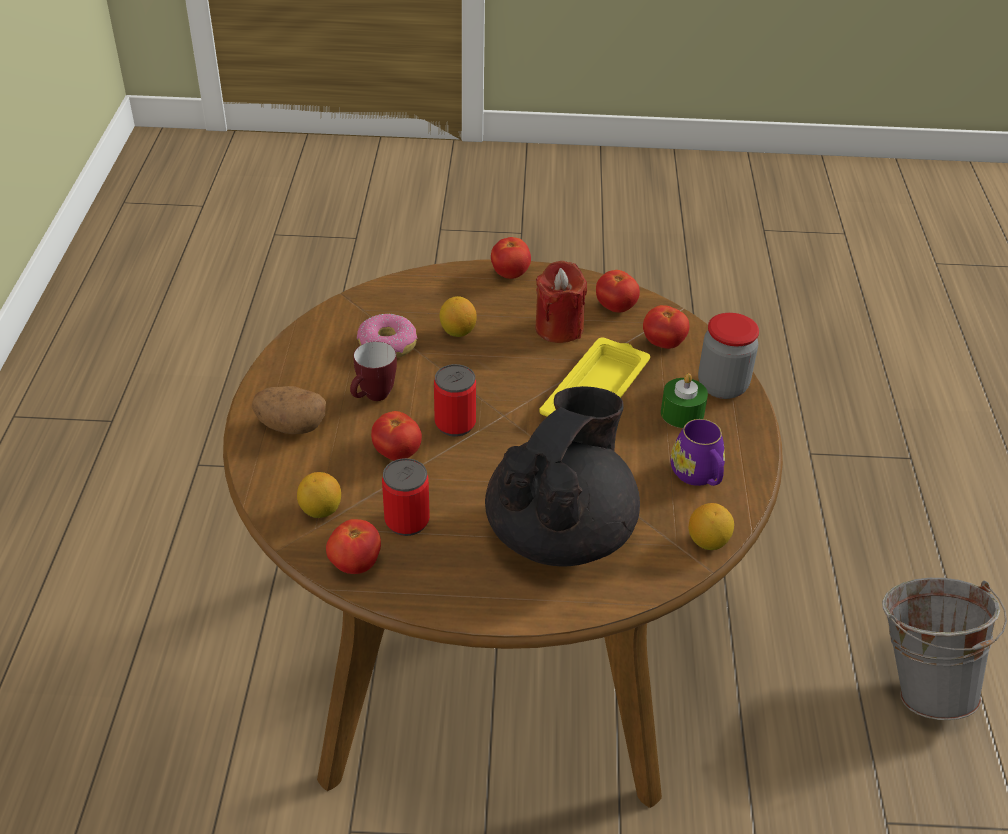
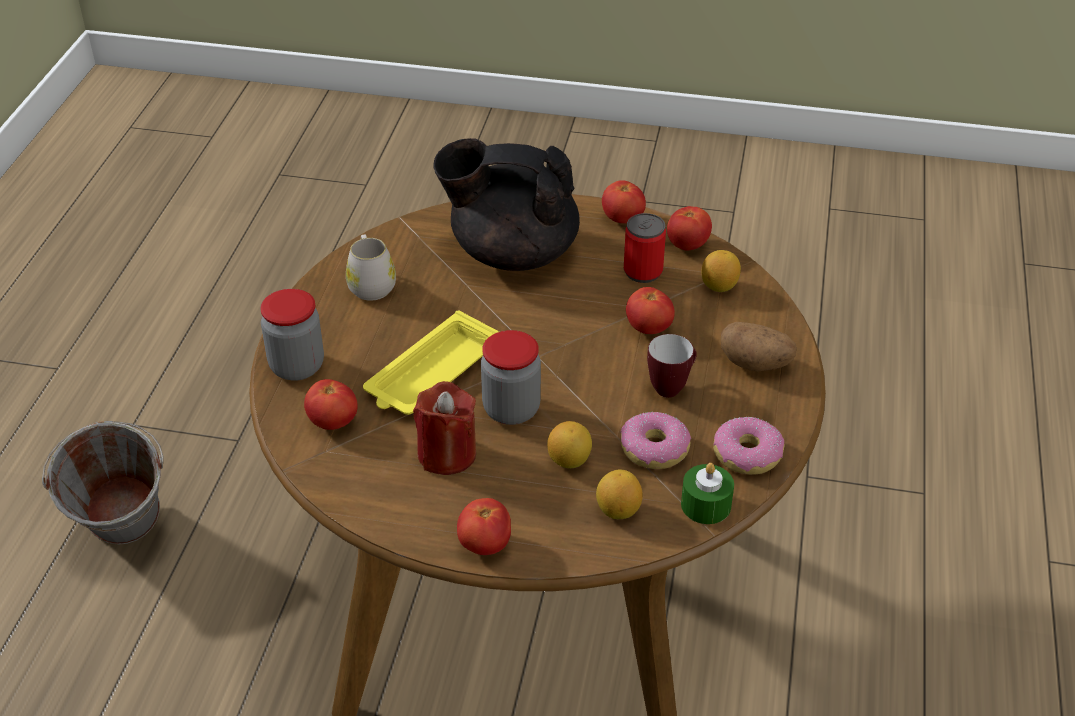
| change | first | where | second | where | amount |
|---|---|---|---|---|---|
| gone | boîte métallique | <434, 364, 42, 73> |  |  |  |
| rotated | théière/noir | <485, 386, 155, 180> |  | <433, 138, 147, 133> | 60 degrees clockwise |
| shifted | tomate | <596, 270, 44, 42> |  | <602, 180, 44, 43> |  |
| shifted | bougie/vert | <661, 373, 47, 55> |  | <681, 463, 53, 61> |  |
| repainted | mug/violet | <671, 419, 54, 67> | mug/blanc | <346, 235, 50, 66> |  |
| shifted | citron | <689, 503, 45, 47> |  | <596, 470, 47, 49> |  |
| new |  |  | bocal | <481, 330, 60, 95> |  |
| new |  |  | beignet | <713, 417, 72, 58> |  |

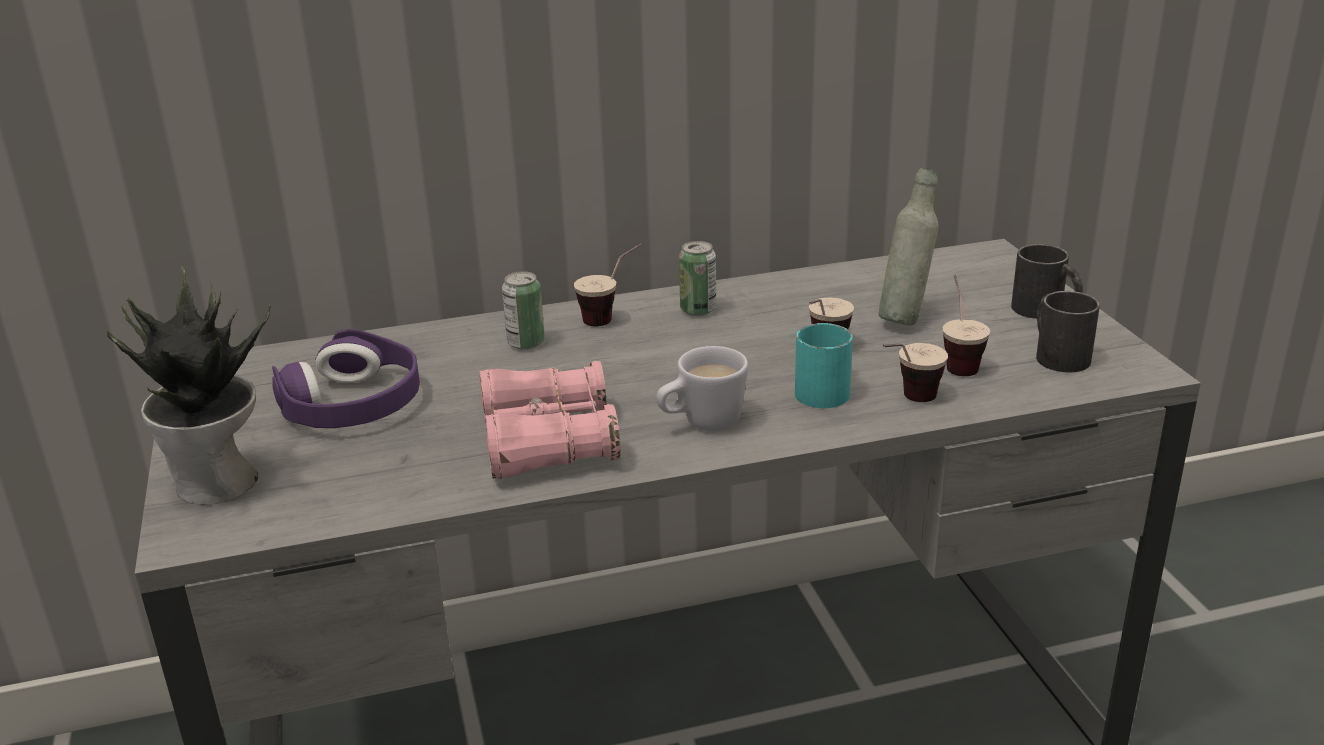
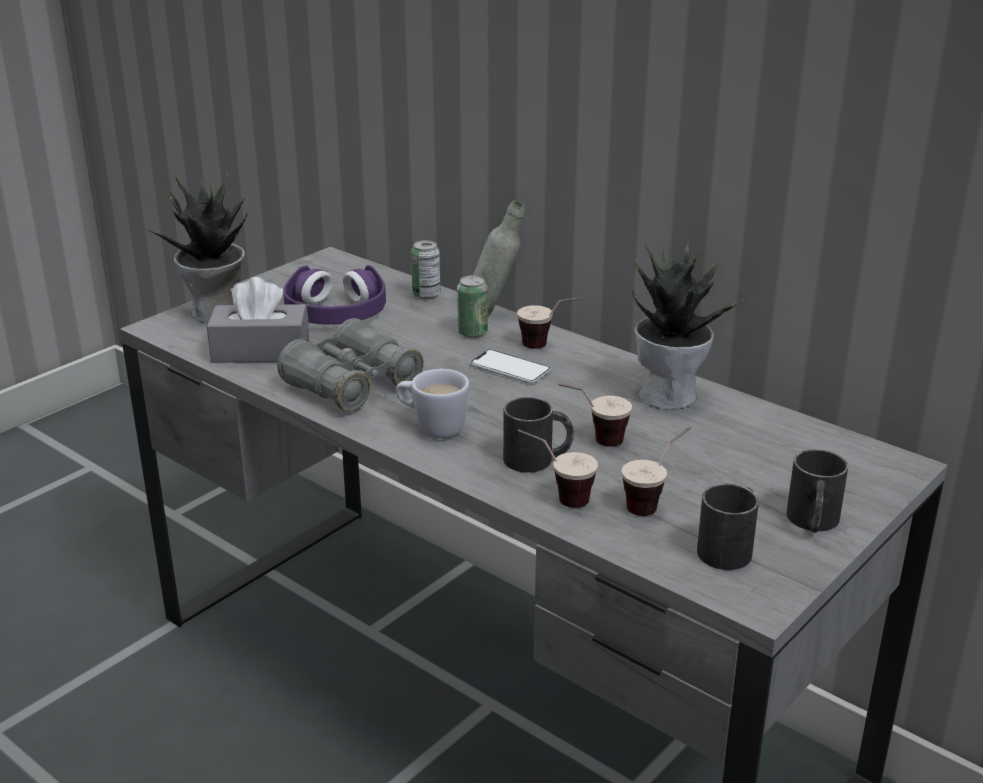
| change | first | where | second | where | amount |
|---|---|---|---|---|---|
| repainted | jumelles/rose | <480, 361, 141, 118> | jumelles/gris | <277, 318, 147, 93> |  |
| shifted | boîte métallique | <679, 241, 37, 75> |  | <411, 240, 30, 59> |  |
| repainted | mug/turquoise | <795, 323, 58, 85> | mug/noir | <503, 397, 71, 76> |  |
| shifted | bouteille/gris | <878, 168, 61, 158> |  | <473, 200, 52, 115> |  |
| new |  |  | boîte à mouchoirs/gris | <207, 277, 102, 86> |  |
| new |  |  | téléphone | <470, 349, 81, 35> |  |
| new |  |  | plante en pot | <632, 237, 117, 173> |  |

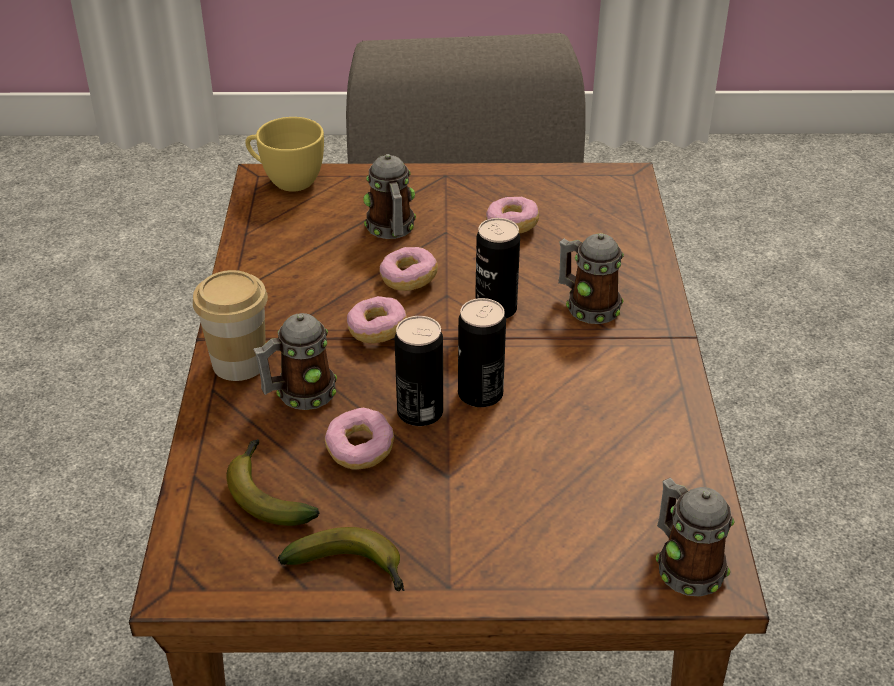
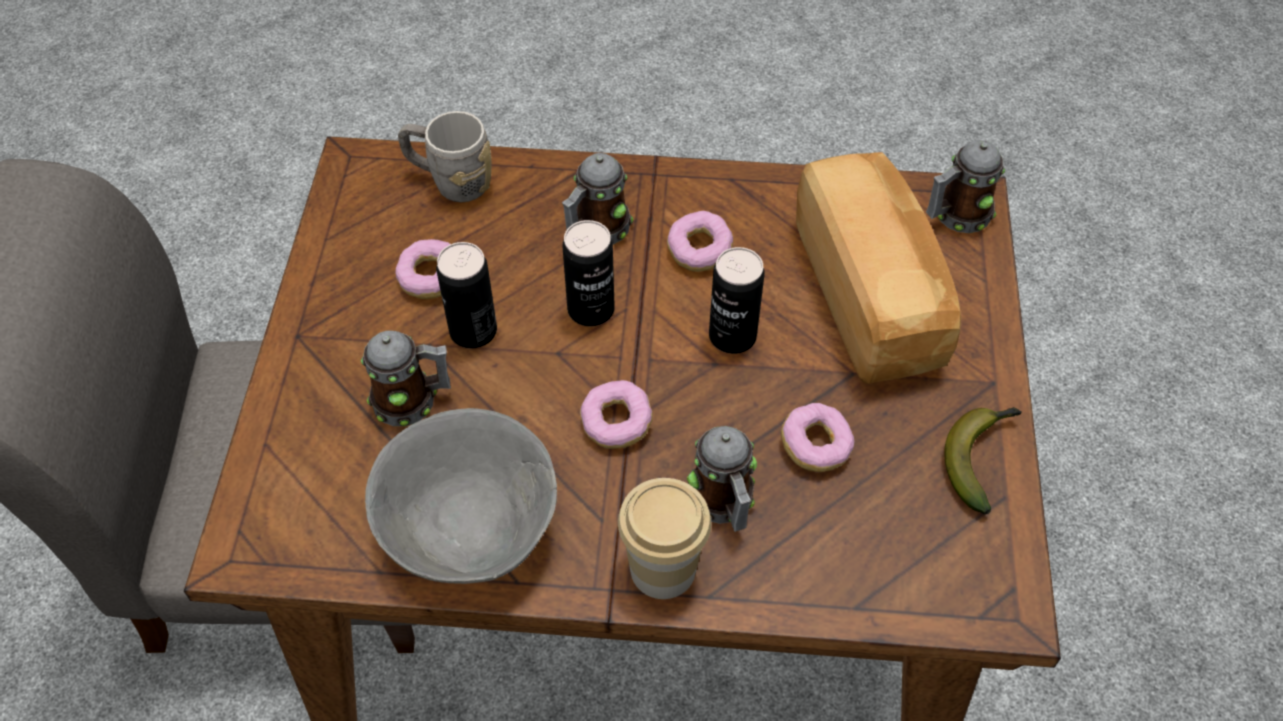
| change | first | where | second | where | amount |
|---|---|---|---|---|---|
| gone | banane | <226, 439, 94, 87> |  |  |  |
| gone | tasse/jaune | <245, 117, 79, 75> |  |  |  |
| shifted | beignet | <380, 247, 58, 44> |  | <667, 211, 66, 61> |  |
| shifted | boîte métallique | <395, 316, 48, 110> |  | <436, 242, 61, 107> |  |
| new |  |  | bol/gris | <365, 408, 192, 176> |  |
| new |  |  | mug/gris | <398, 111, 93, 91> |  |
| new |  |  | pain | <796, 152, 165, 232> |  |

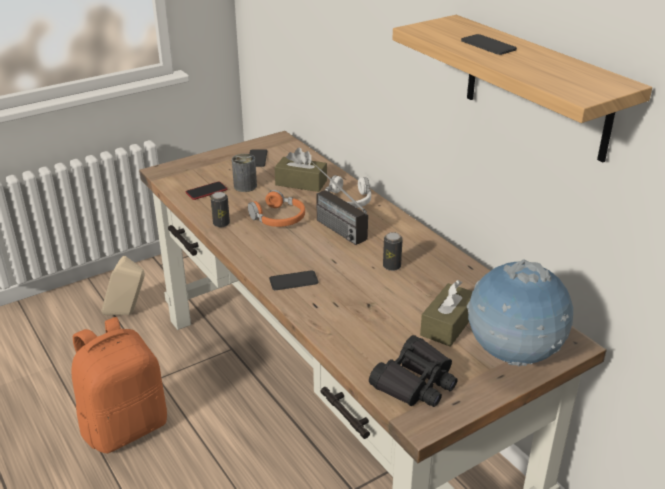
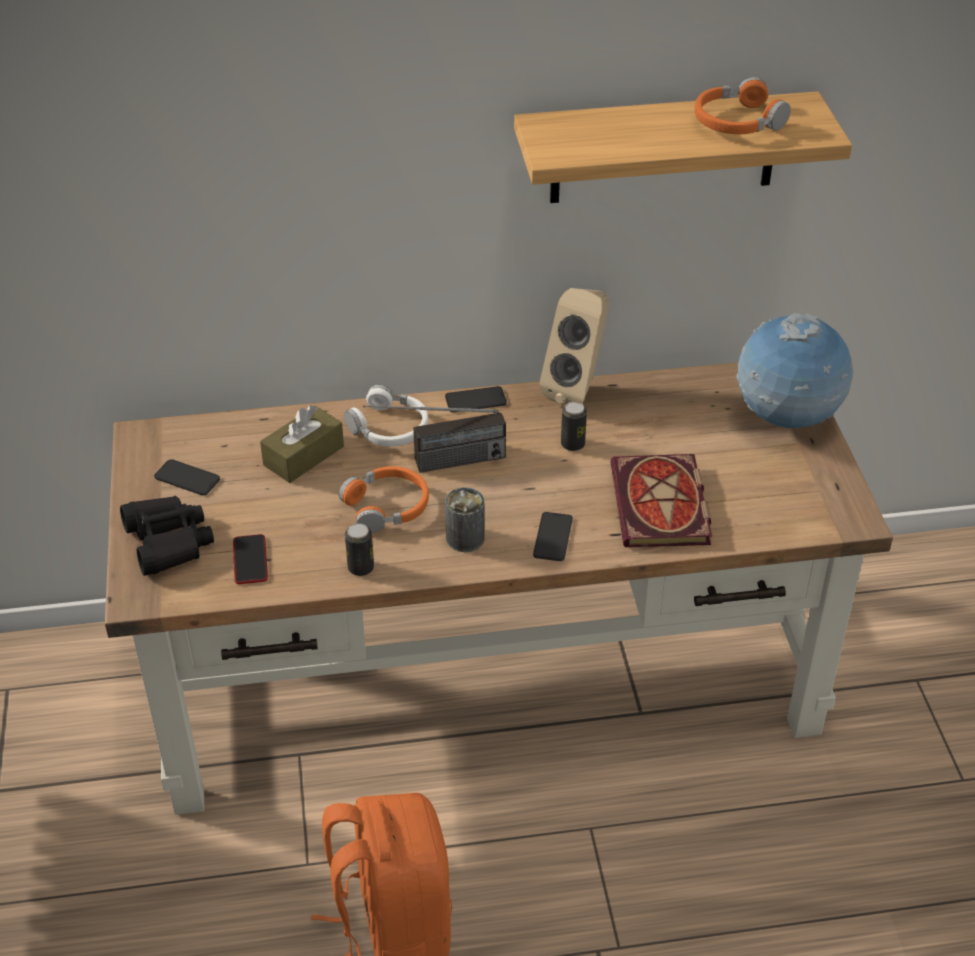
| change | first | where | second | where | amount |
|---|---|---|---|---|---|
| shifted | enceinte/beige | <101, 256, 44, 59> |  | <539, 288, 71, 117> |  |
| shifted | boîte métallique | <232, 154, 25, 38> |  | <445, 487, 40, 65> |  |
| shifted | jumelles/noir | <369, 335, 89, 72> |  | <120, 496, 94, 80> |  |
| gone | boîte à mouchoirs/marron | <420, 280, 53, 66> |  |  |  |
| shifted | téléphone | <461, 34, 56, 21> |  | <445, 386, 62, 26> |  |
| new |  |  | livre | <611, 454, 101, 93> |  |
| new |  |  | casque audio/orange | <695, 77, 96, 57> |  |

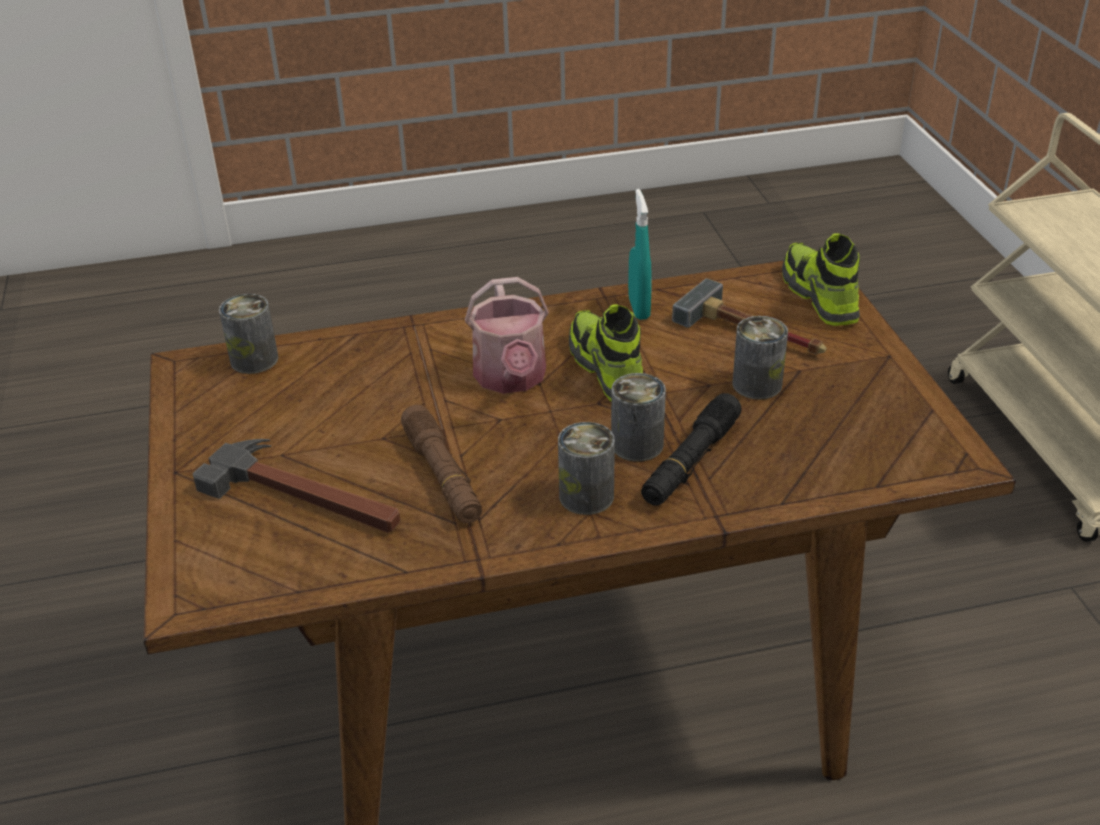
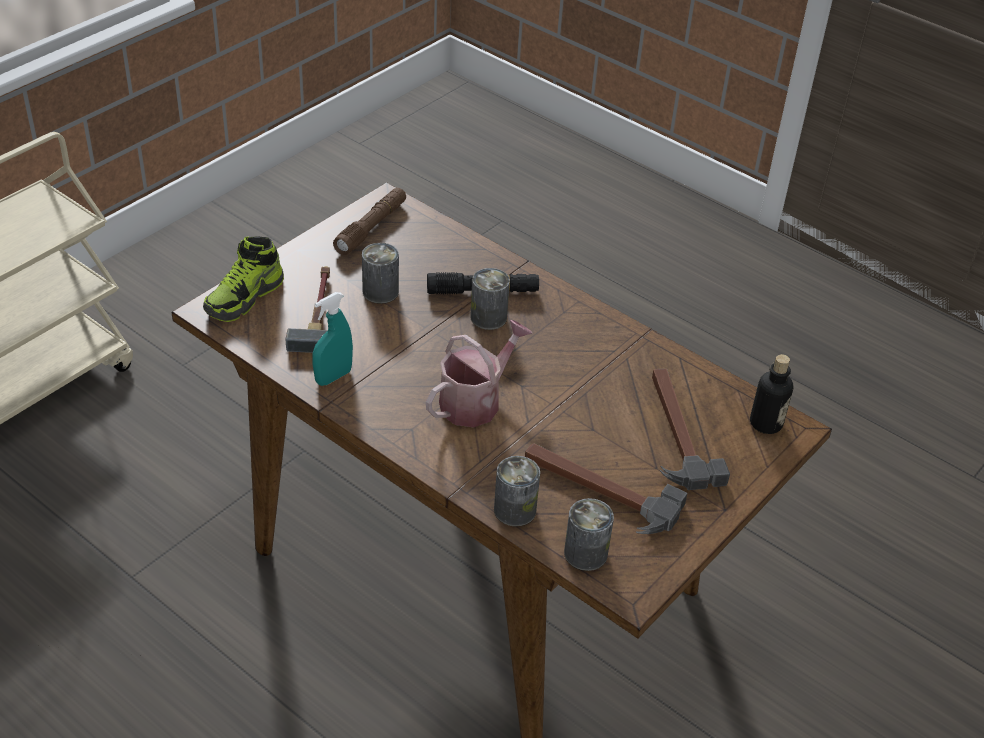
| change | first | where | second | where | amount |
|---|---|---|---|---|---|
| shifted | lampe de poche/marron | <401, 405, 81, 119> |  | <333, 188, 73, 67> |  |
| shifted | boîte métallique | <558, 422, 57, 93> |  | <494, 456, 46, 71> |  |
| gone | chaussure | <569, 304, 74, 97> |  |  |  |
| new |  |  | marteau | <525, 443, 162, 91> |  |
| new |  |  | bouteille | <750, 354, 43, 80> |  |

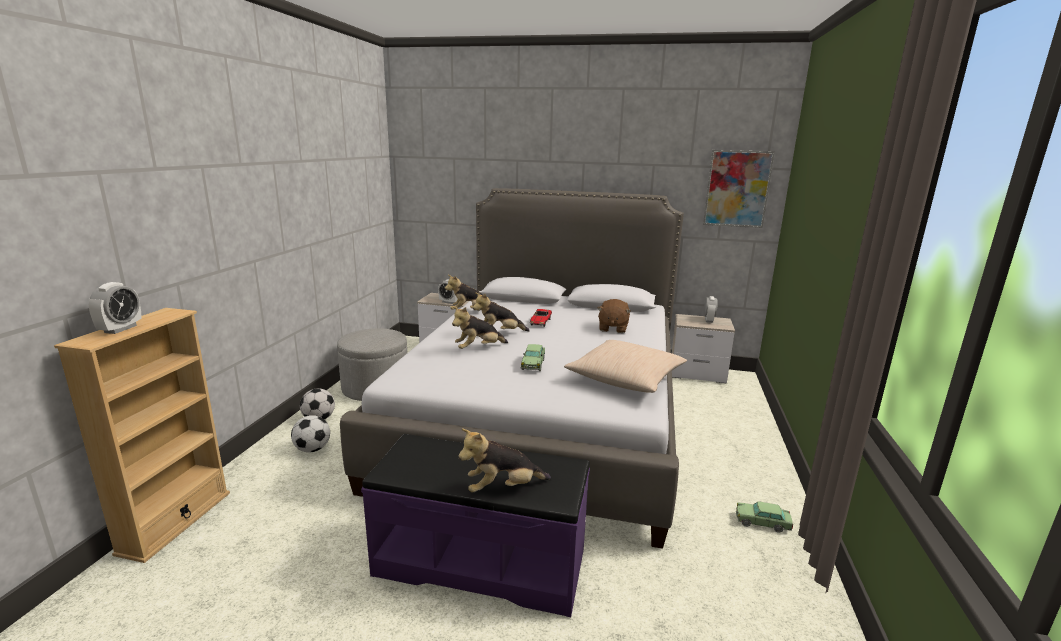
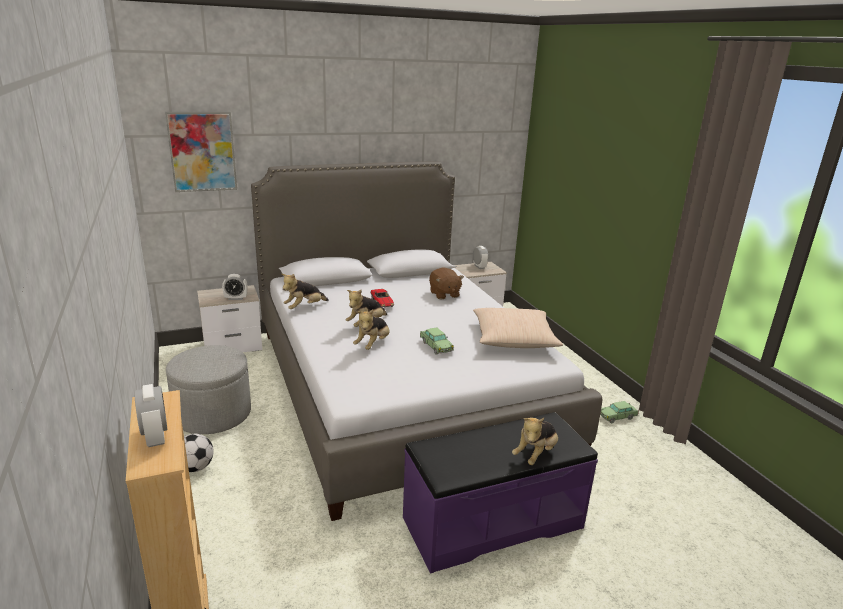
| change | first | where | second | where | amount |
|---|---|---|---|---|---|
| gone | ballon de foot | <291, 415, 39, 37> |  |  |  |
| shifted | tableau | <703, 150, 72, 78> |  | <165, 112, 72, 80> |  |

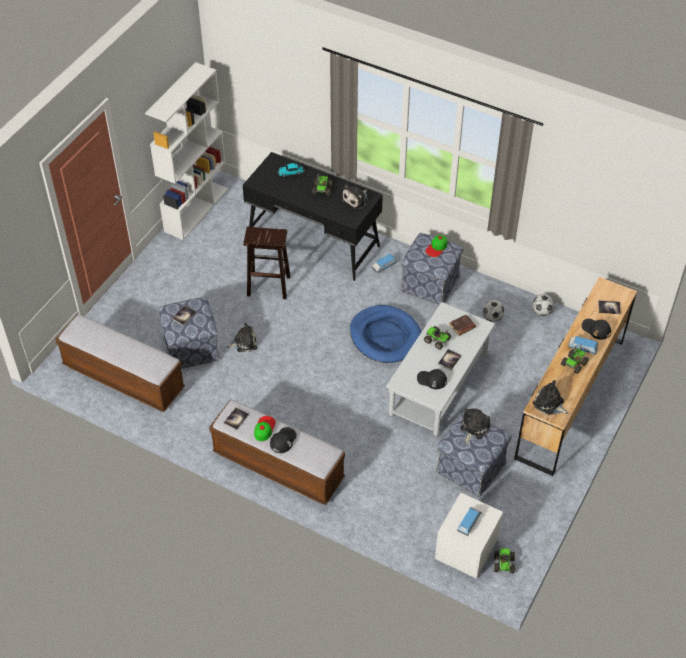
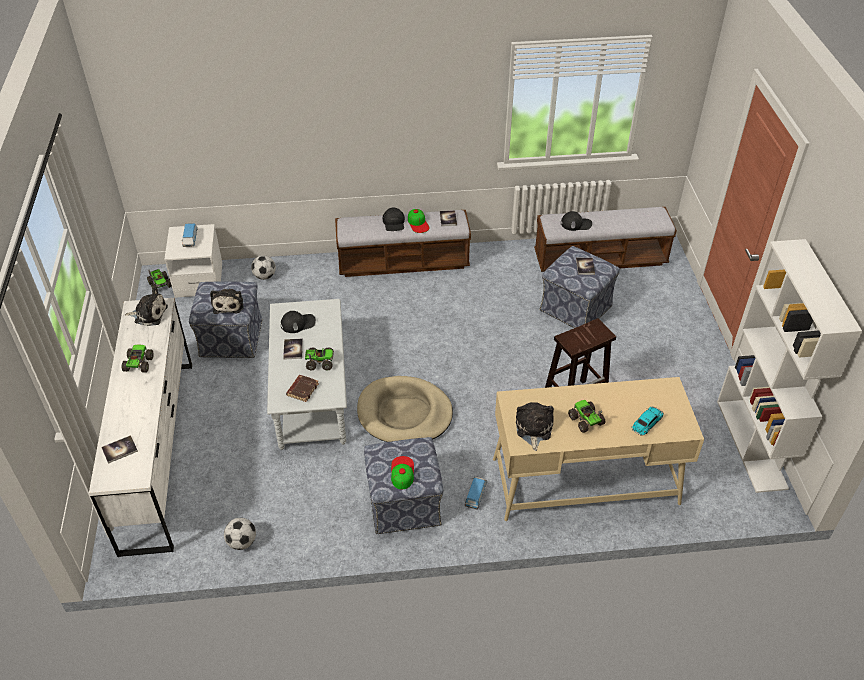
| change | first | where | second | where | amount |
|---|---|---|---|---|---|
| gone | peluche | <226, 322, 31, 30> |  |  |  |
| repainted | bureau/noir | <243, 152, 140, 129> | bureau/beige | <493, 377, 211, 144> |  |
| repainted | panier pour chien/bleu | <350, 305, 71, 58> | panier pour chien/beige | <357, 376, 96, 66> |  |
| shifted | ballon de foot | <482, 300, 22, 22> |  | <251, 255, 25, 25> |  |
| repainted | commode/marron | <514, 277, 123, 199> | commode/blanc | <89, 298, 103, 259> |  |
| gone | petite voiture | <568, 336, 30, 18> |  |  |  |
| shifted | casquette/noir | <582, 318, 29, 22> |  | <561, 211, 31, 20> |  |

